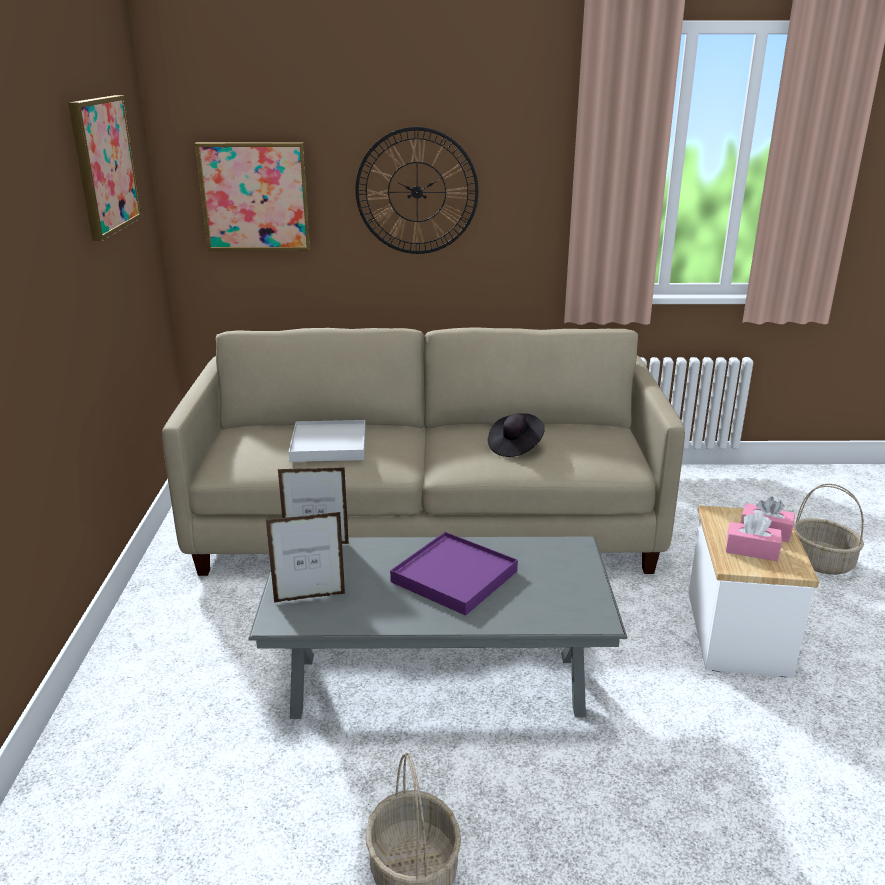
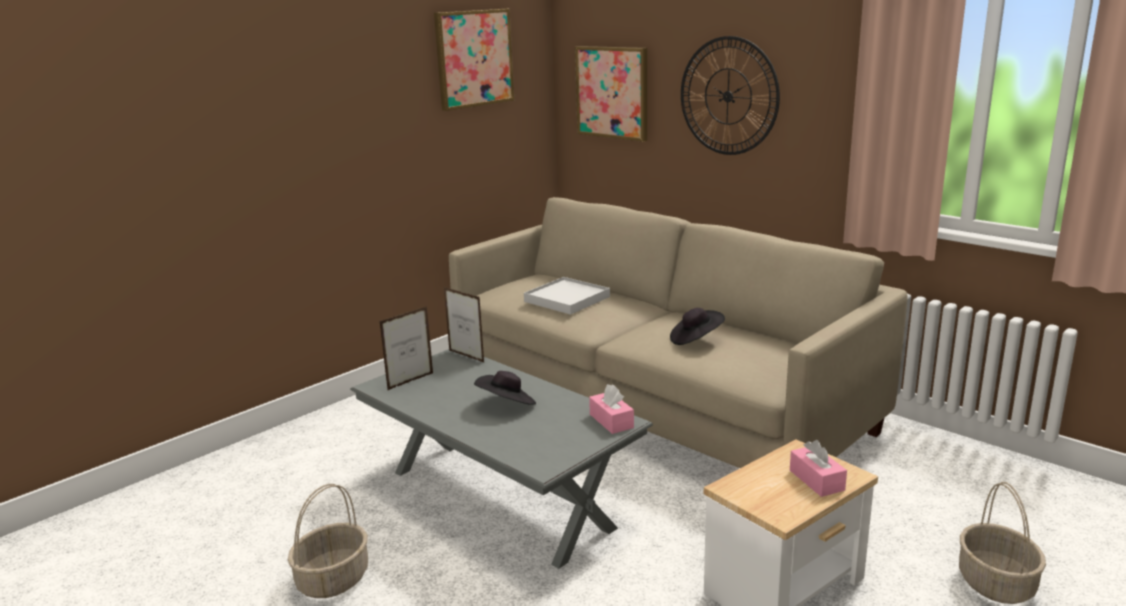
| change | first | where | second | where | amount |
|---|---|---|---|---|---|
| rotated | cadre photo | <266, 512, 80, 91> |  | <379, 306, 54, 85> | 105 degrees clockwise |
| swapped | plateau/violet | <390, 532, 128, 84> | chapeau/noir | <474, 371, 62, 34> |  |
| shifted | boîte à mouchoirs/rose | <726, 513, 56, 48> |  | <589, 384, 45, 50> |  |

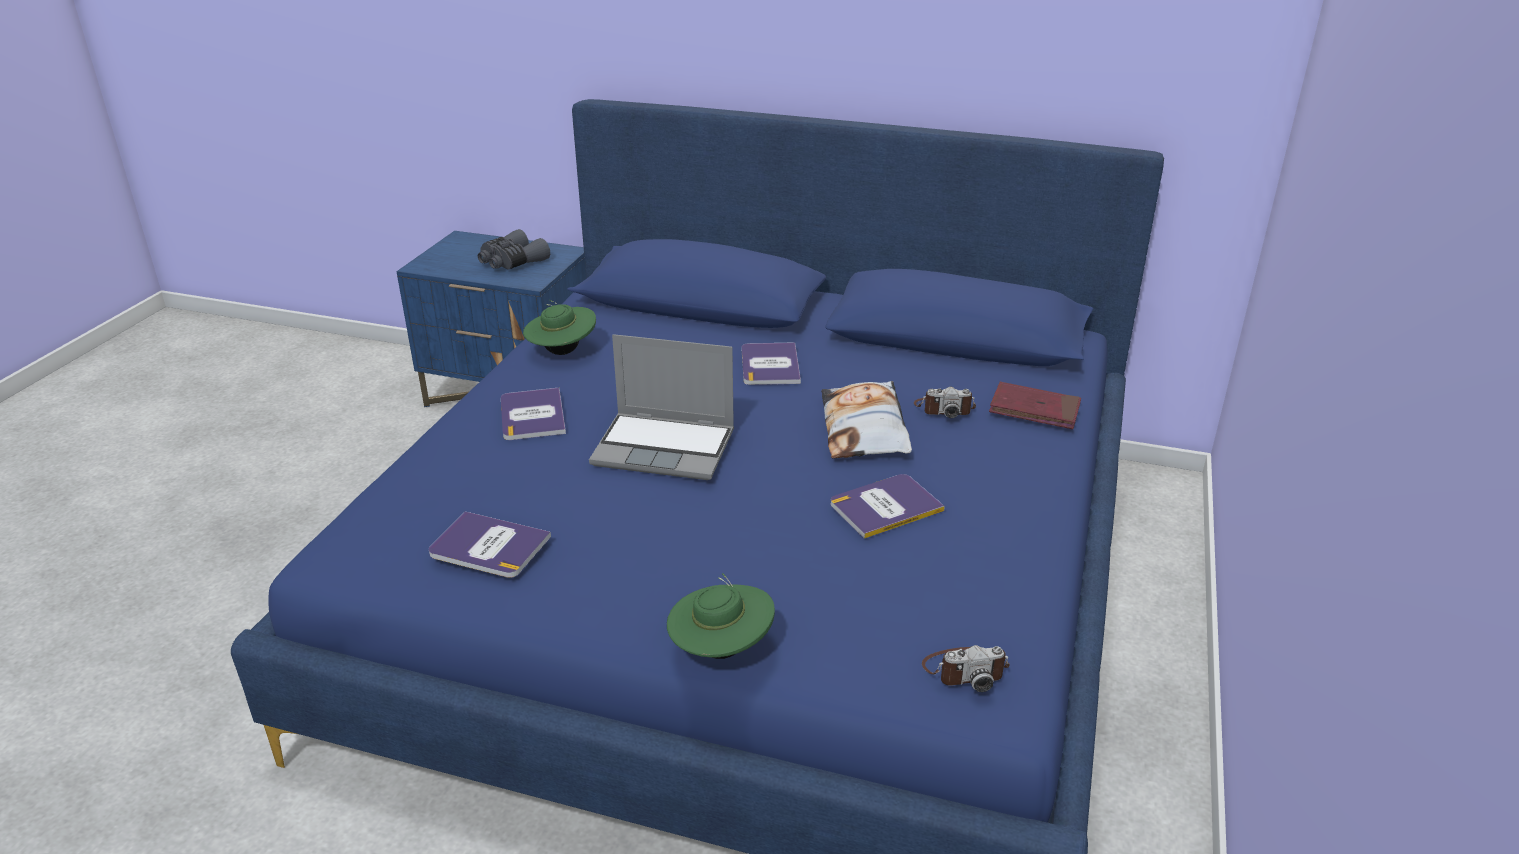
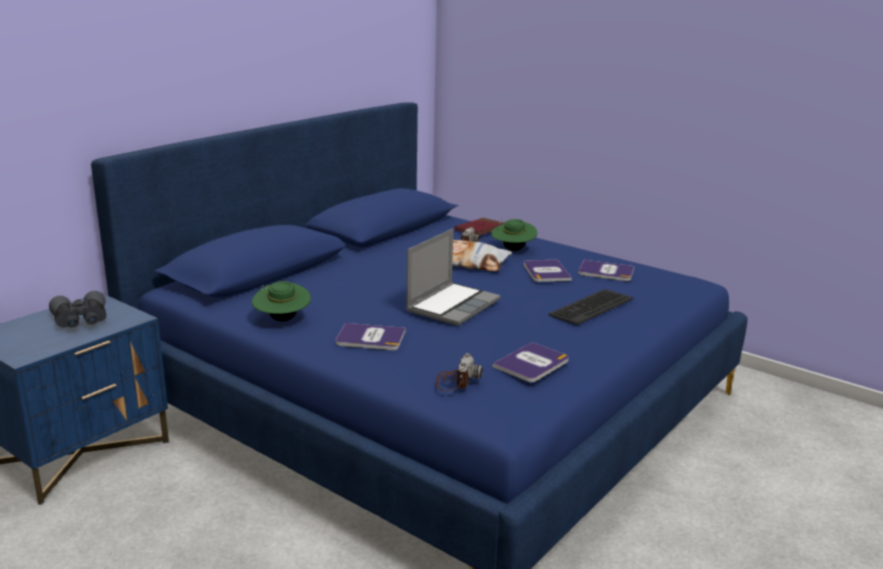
| change | first | where | second | where | amount |
|---|---|---|---|---|---|
| shifted | chapeau/vert | <667, 573, 108, 86> |  | <491, 219, 46, 32> |  |
| shifted | livre | <742, 342, 59, 43> |  | <578, 260, 56, 21> |  |
| shifted | appareil photo | <922, 645, 88, 47> |  | <436, 353, 47, 38> |  |
| new |  |  | clavier | <548, 289, 85, 36> |  |

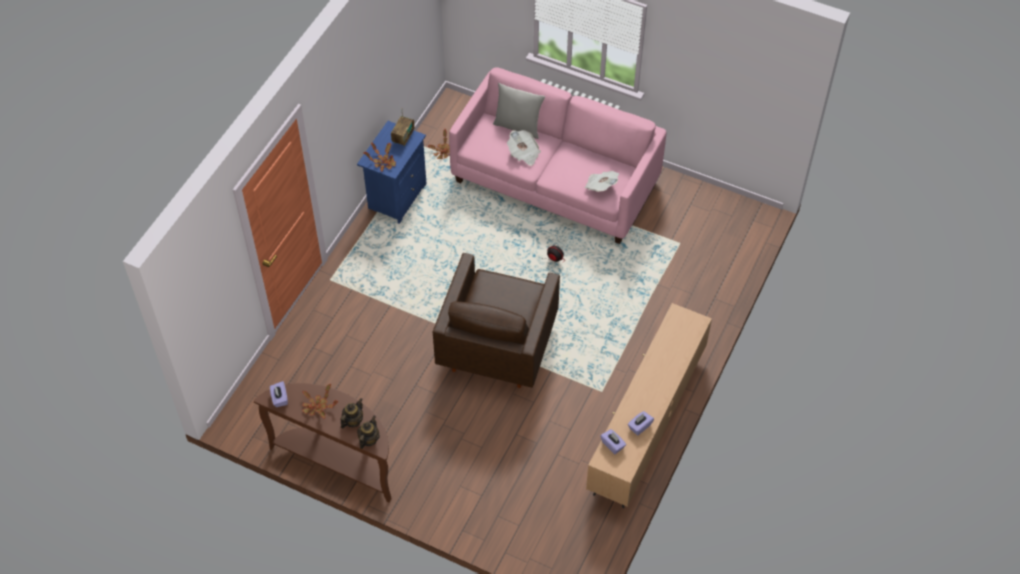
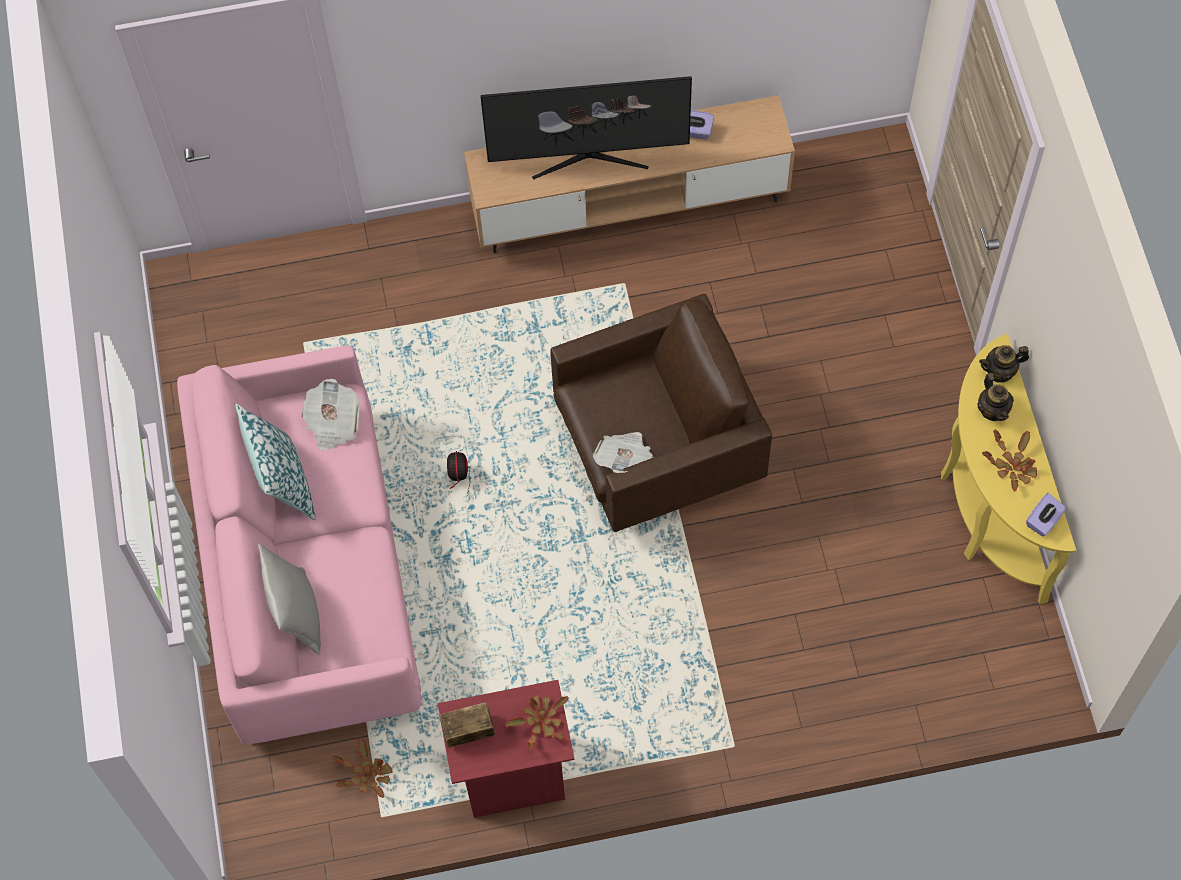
| change | first | where | second | where | amount |
|---|---|---|---|---|---|
| repainted | table console/marron | <254, 383, 138, 120> | table console/jaune | <941, 334, 135, 270> |  |
| rotated | théière | <340, 398, 23, 30> |  | <977, 373, 37, 48> | 105 degrees counterclockwise |
| repainted | table de chevet/bleu | <357, 121, 69, 103> | table de chevet/rouge | <438, 680, 137, 138> |  |
| shifted | journal | <507, 130, 34, 36> |  | <593, 432, 60, 41> |  |
| gone | boîte à mouchoirs/violet | <601, 429, 25, 25> |  |  |  |
| new |  |  | coussin | <236, 404, 80, 116> |  |
| new |  |  | téléviseur | <481, 76, 211, 104> |  |

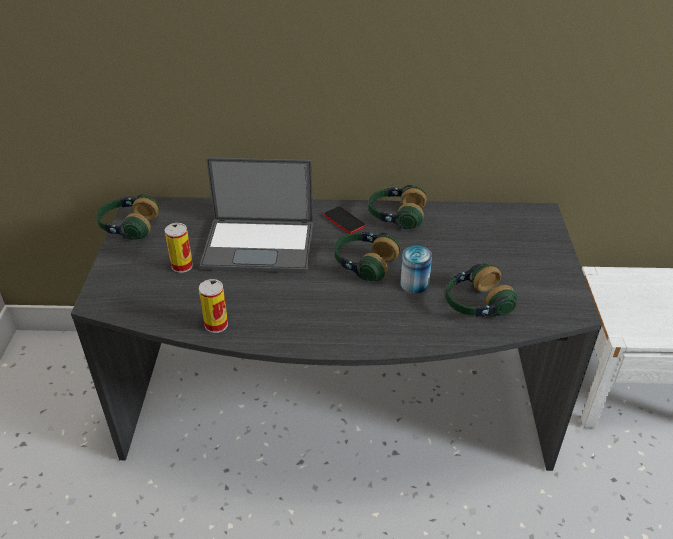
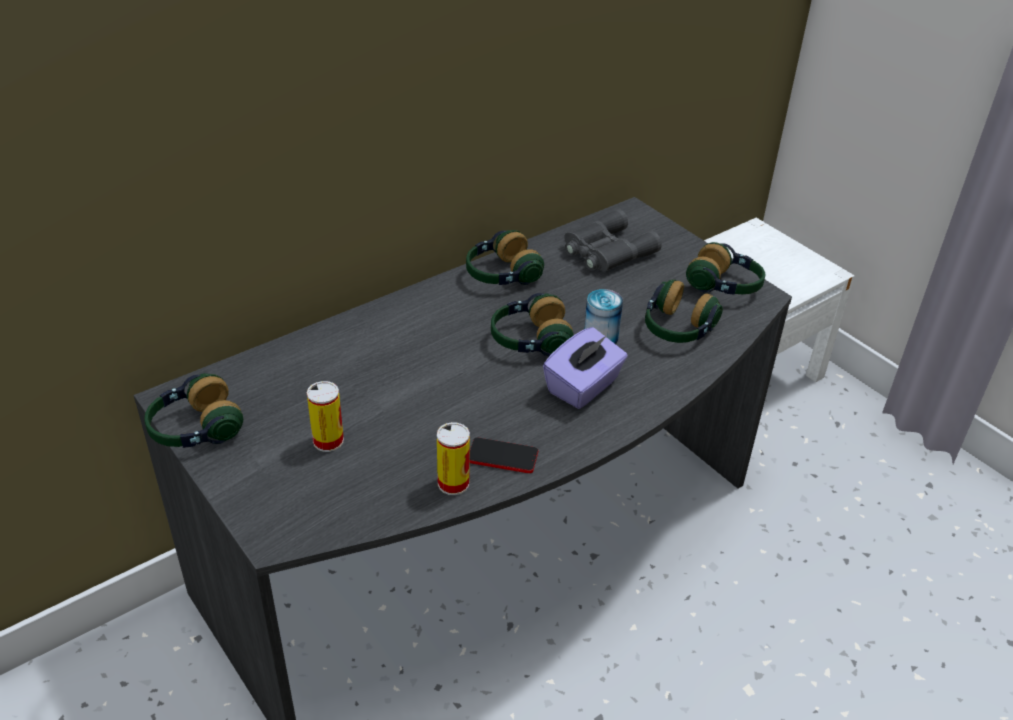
| change | first | where | second | where | amount |
|---|---|---|---|---|---|
| gone | ordinateur portable | <200, 157, 113, 116> |  |  |  |
| shifted | téléphone | <324, 206, 41, 28> |  | <470, 438, 68, 35> |  |
| new |  |  | boîte à mouchoirs/violet | <543, 327, 85, 82> |  |
| new |  |  | jumelles/gris | <564, 209, 98, 62> |  |
| new |  |  | casque audio | <686, 242, 80, 53> |  |

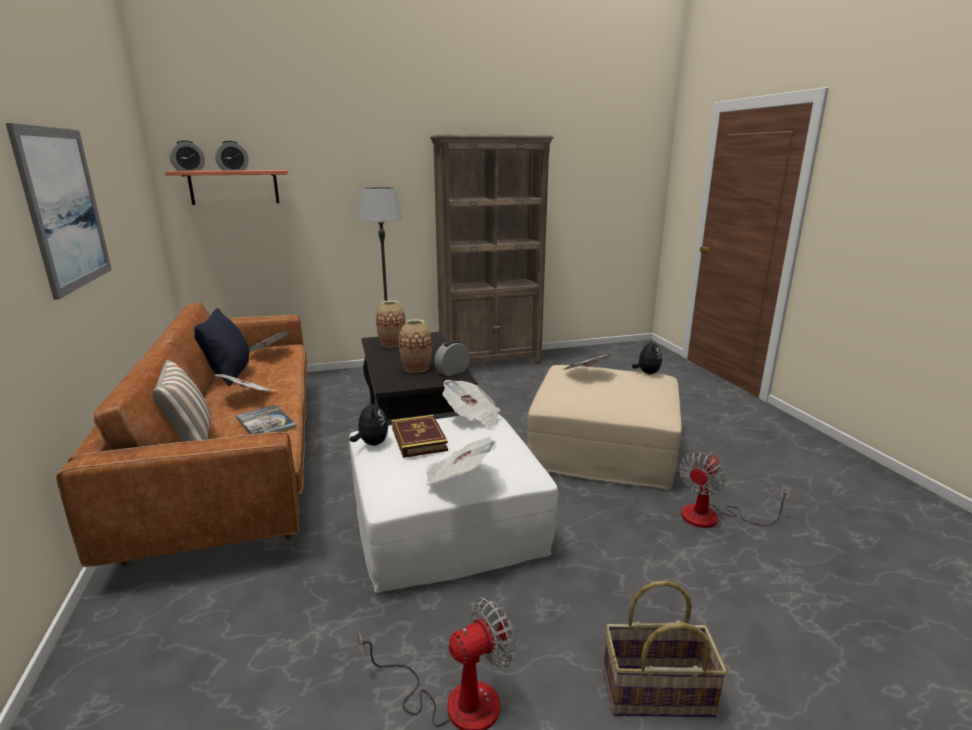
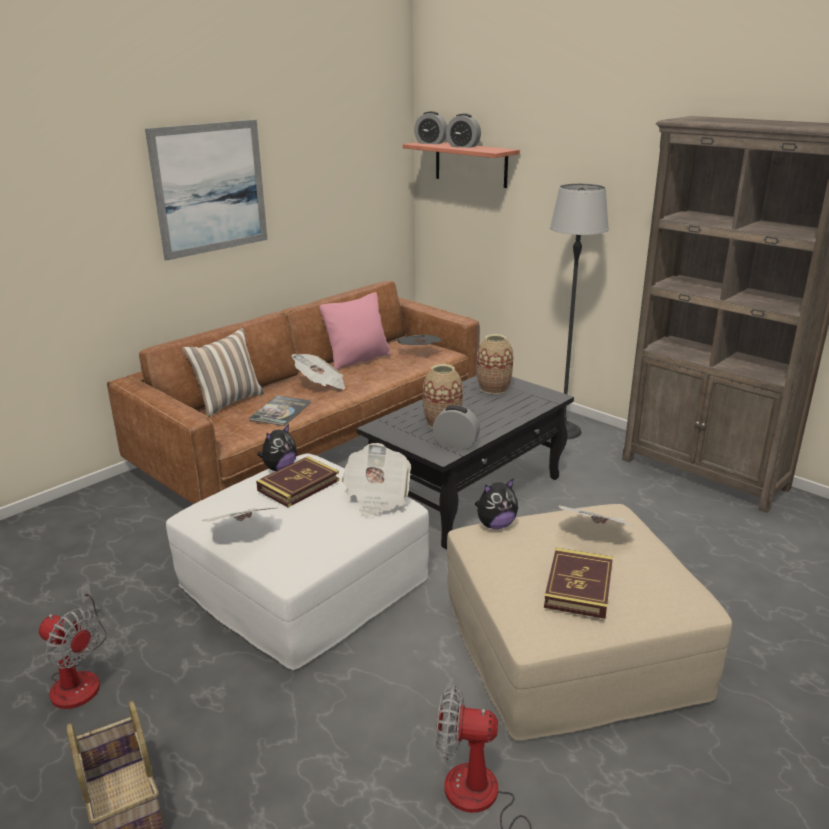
| change | first | where | second | where | amount |
|---|---|---|---|---|---|
| repainted | coussin/noir | <194, 308, 55, 78> | coussin/rose | <320, 292, 71, 78> |  |
| shifted | peluche | <632, 339, 30, 35> |  | <475, 478, 43, 51> |  |
| new |  |  | livre | <544, 548, 69, 71> |  |

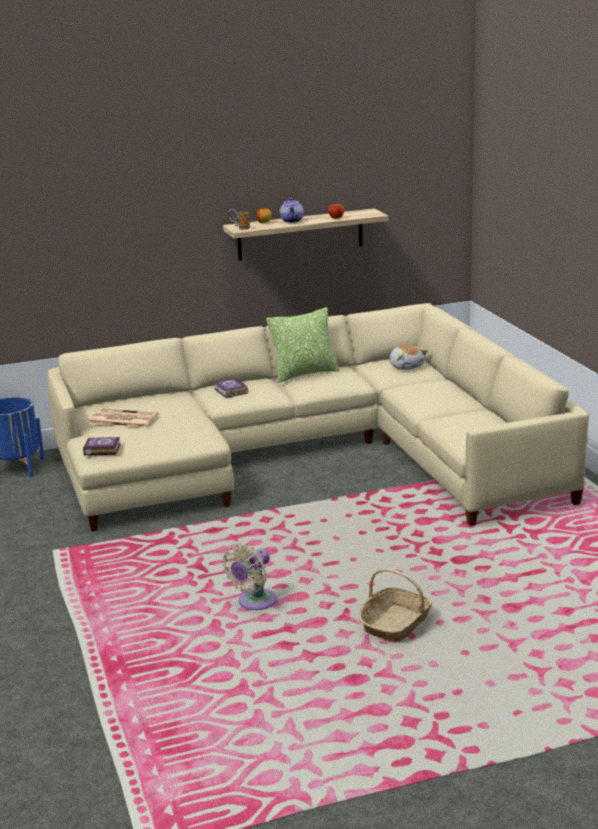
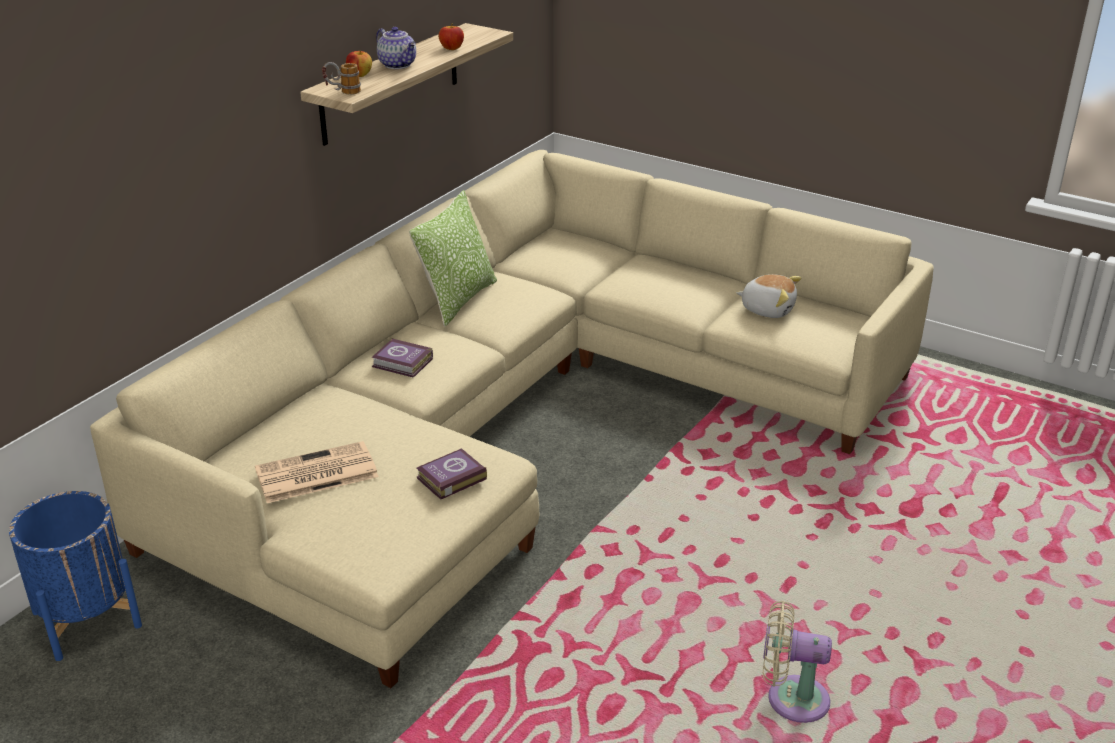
| change | first | where | second | where | amount |
|---|---|---|---|---|---|
| shifted | livre | <83, 437, 38, 18> |  | <417, 448, 70, 52> |  |
| rotated | ventilateur/beige | <222, 543, 55, 67> |  | <763, 601, 69, 122> | 105 degrees clockwise |
| gone | panier | <359, 568, 73, 74> |  |  |  |
| shifted | peluche | <389, 345, 39, 25> |  | <736, 274, 65, 44> |  |

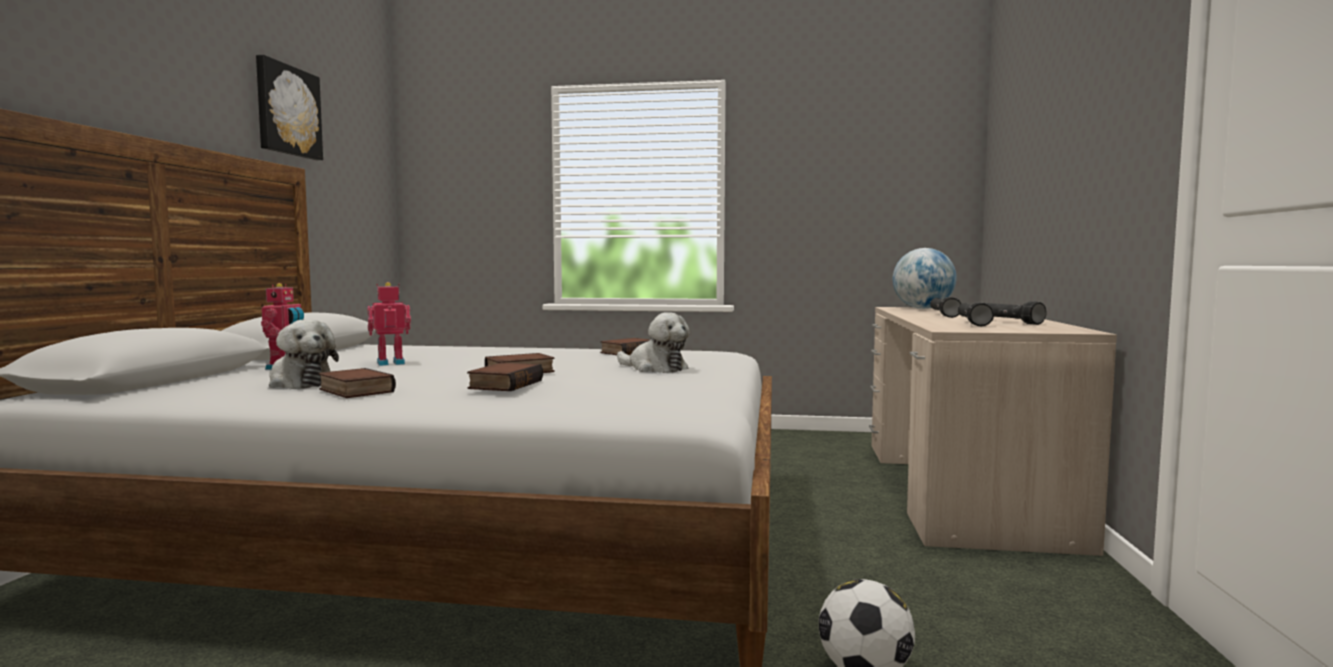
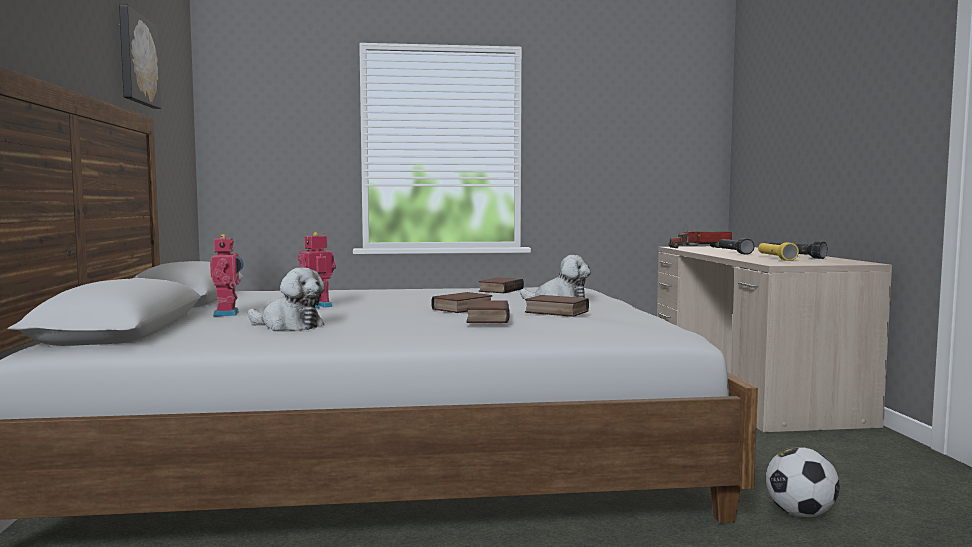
| change | first | where | second | where | amount |
|---|---|---|---|---|---|
| shifted | livre | <319, 368, 77, 30> |  | <525, 295, 64, 22> |  |
| swapped | globe | <893, 248, 63, 61> | camion jouet | <669, 228, 63, 20> |  |
| repainted | lampe de poche/noir | <958, 302, 36, 24> | lampe de poche/jaune | <758, 242, 41, 19> |  |

